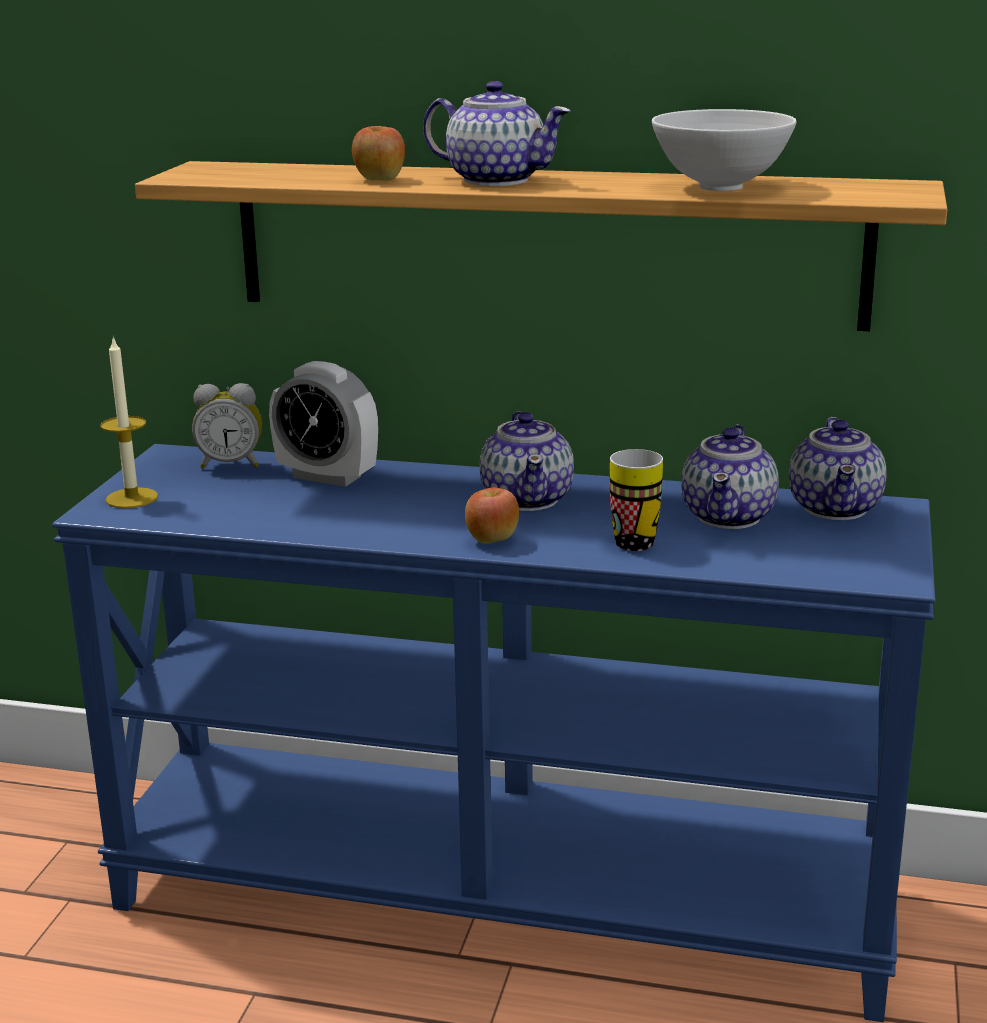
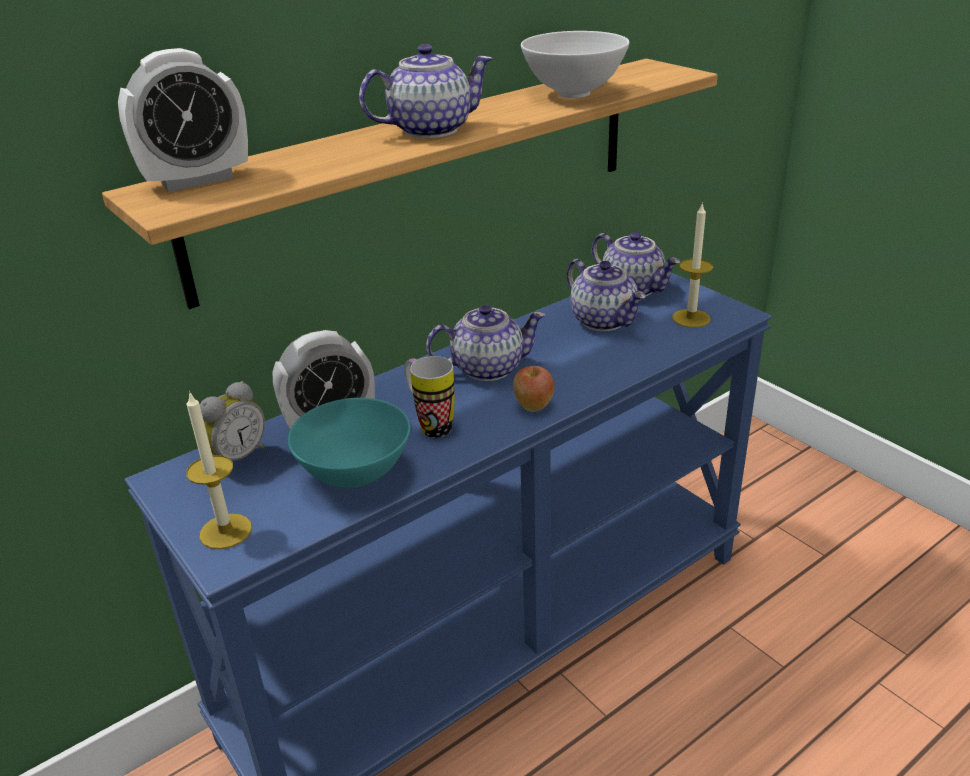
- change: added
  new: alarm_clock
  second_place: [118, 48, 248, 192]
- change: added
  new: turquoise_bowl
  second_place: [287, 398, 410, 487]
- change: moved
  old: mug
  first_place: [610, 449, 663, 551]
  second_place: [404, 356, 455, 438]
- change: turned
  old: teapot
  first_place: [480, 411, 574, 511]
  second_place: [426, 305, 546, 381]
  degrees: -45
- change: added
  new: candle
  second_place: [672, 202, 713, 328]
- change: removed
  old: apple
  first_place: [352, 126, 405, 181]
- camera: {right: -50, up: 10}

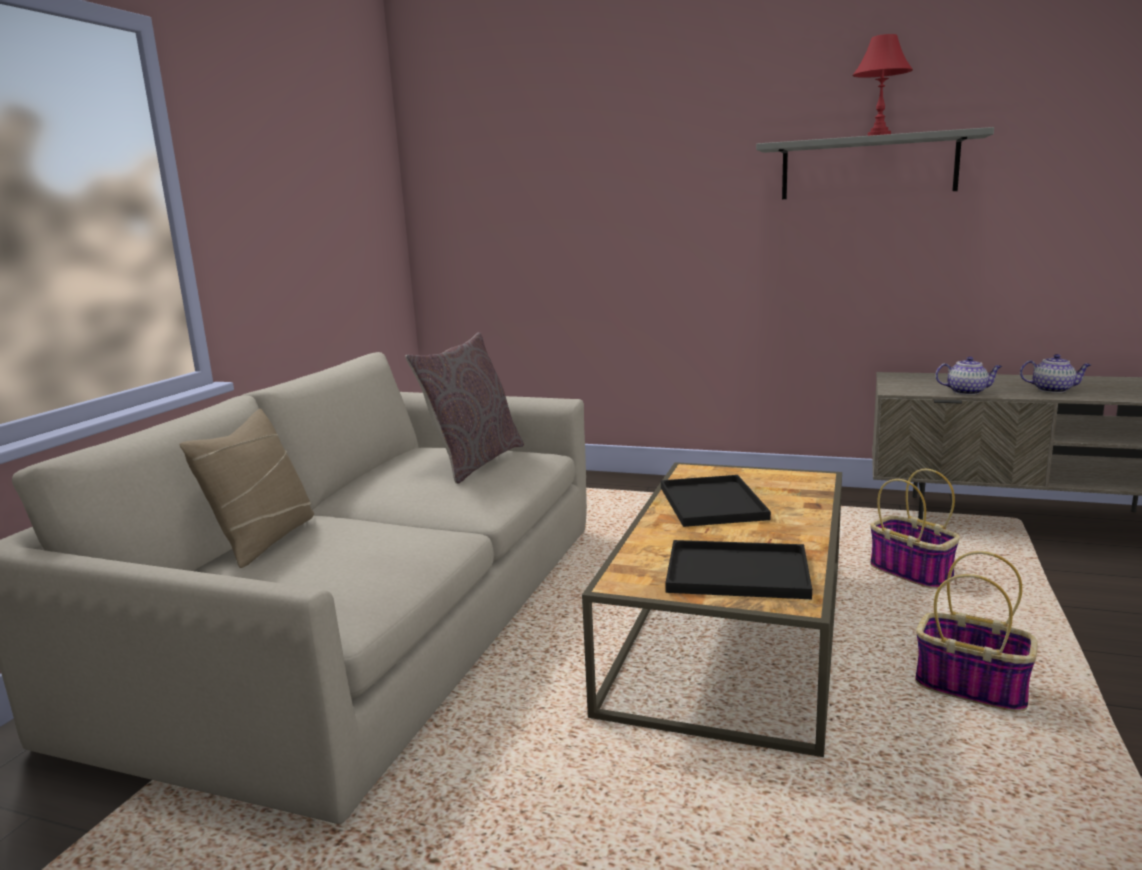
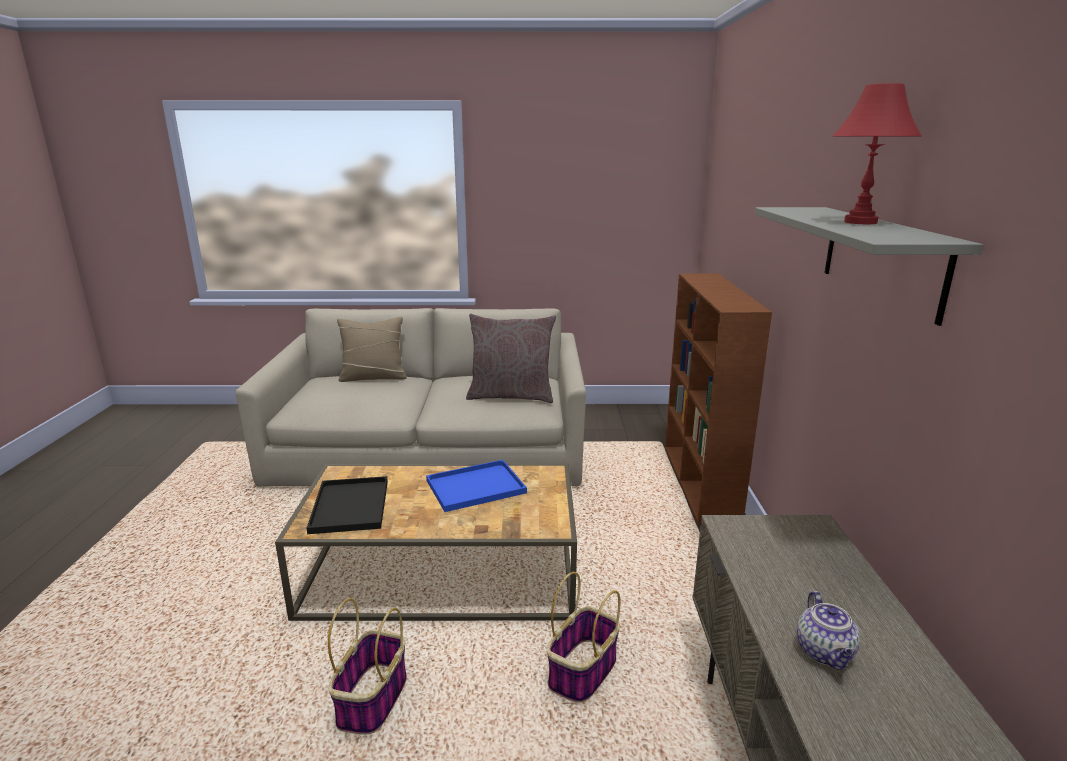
- change: recoloured
  old: black_tray
  new: blue_tray
  first_place: [661, 475, 771, 527]
  second_place: [426, 460, 527, 512]
- change: added
  new: brown_bookcase
  second_place: [665, 274, 772, 525]
- change: removed
  old: teapot
  first_place: [935, 356, 1002, 395]
- camera: {right: 70, up: 5}

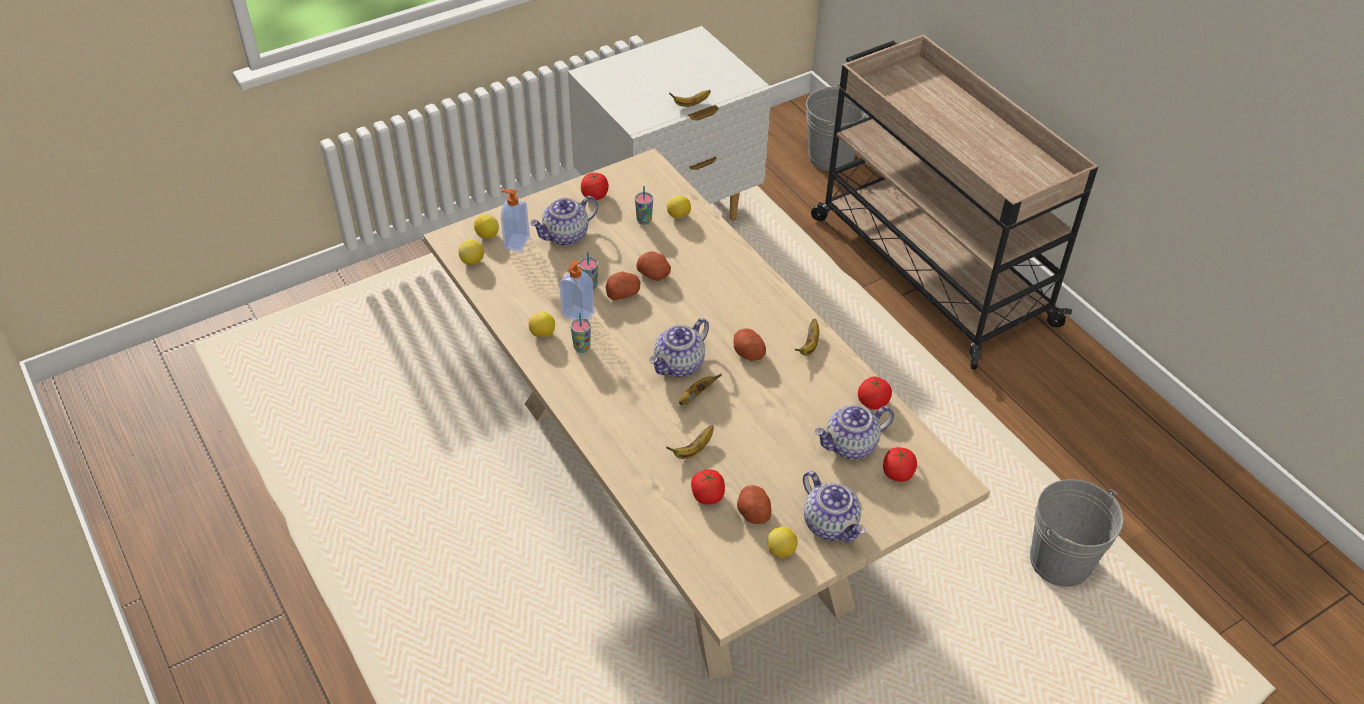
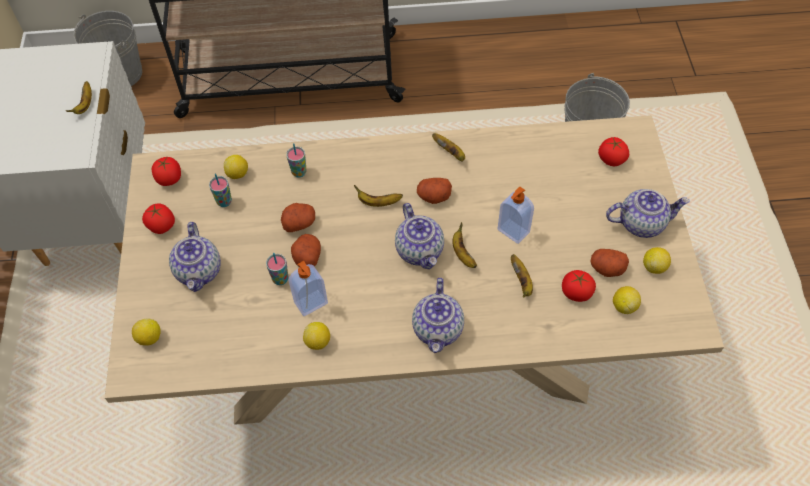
- change: moved
  old: tomato
  first_place: [858, 377, 892, 410]
  second_place: [152, 157, 181, 186]
- change: moved
  old: cup
  first_place: [570, 313, 591, 353]
  second_place: [286, 143, 307, 178]
- change: added
  new: banana
  second_place: [354, 185, 403, 207]
- change: moved
  old: teapot
  first_place: [814, 405, 894, 459]
  second_place: [412, 278, 464, 353]
- change: moved
  old: soap_dispenser
  first_place: [501, 189, 530, 252]
  second_place: [498, 186, 534, 244]
- change: moved
  old: lemon
  first_place: [458, 240, 484, 265]
  second_place: [613, 286, 641, 314]
- camera: {right: -60, up: 10}

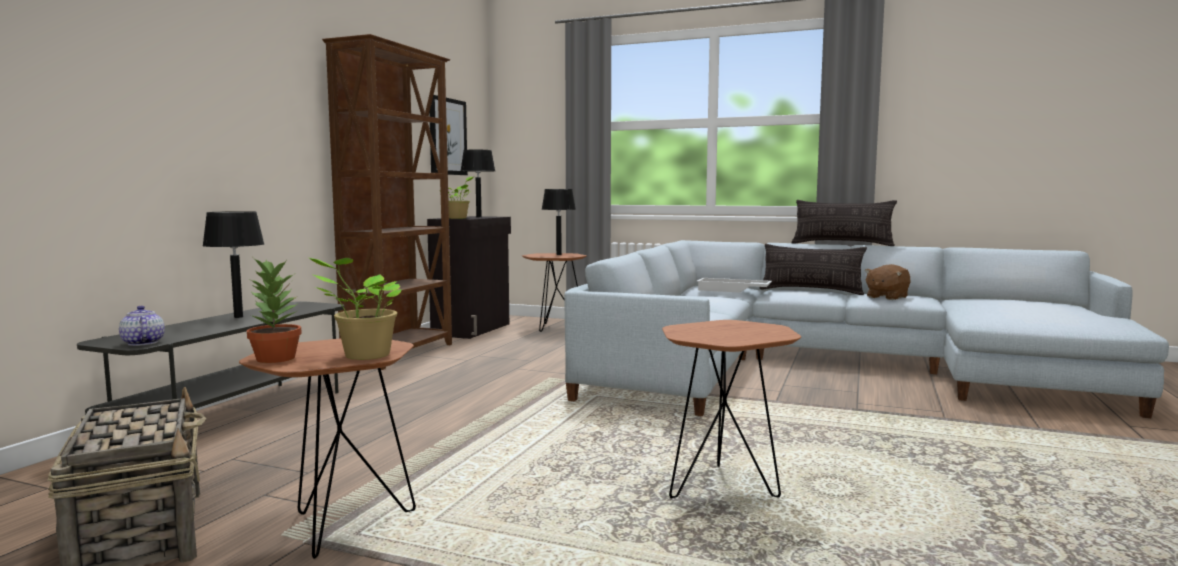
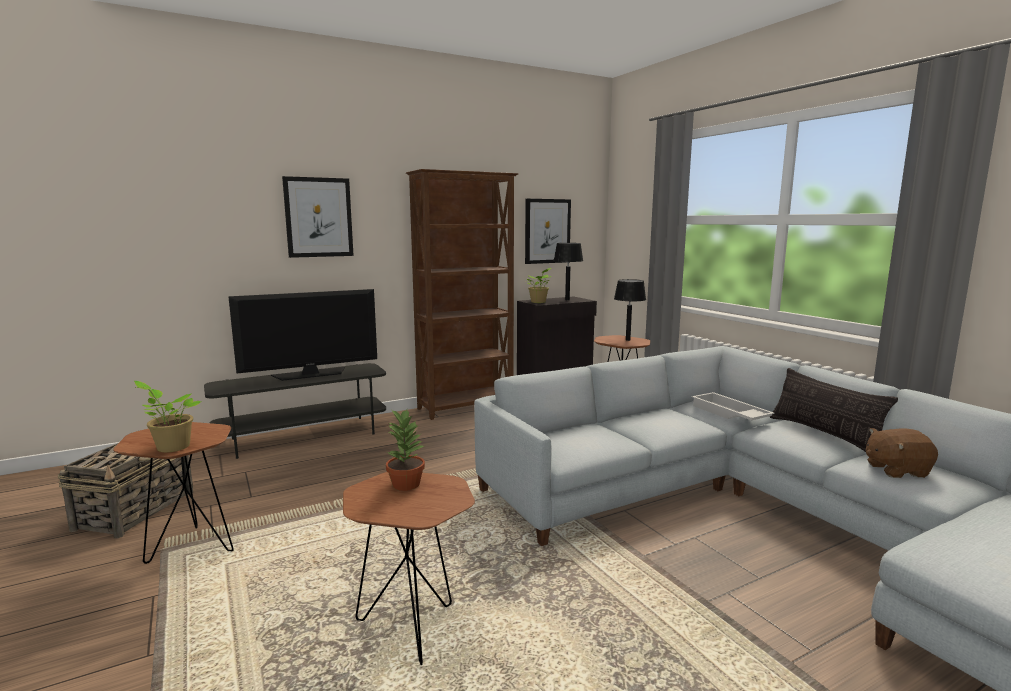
- change: replaced
  old: black_table_lamp
  new: television
  first_place: [202, 211, 264, 318]
  second_place: [228, 289, 377, 381]
- change: added
  new: picture
  second_place: [282, 176, 354, 258]
- change: moved
  old: potted_plant
  first_place: [247, 259, 302, 363]
  second_place: [386, 409, 426, 491]
- change: removed
  old: teapot
  first_place: [119, 306, 165, 346]
- change: removed
  old: pillow
  first_place: [792, 200, 897, 246]
- camera: {right: 40, up: 5}

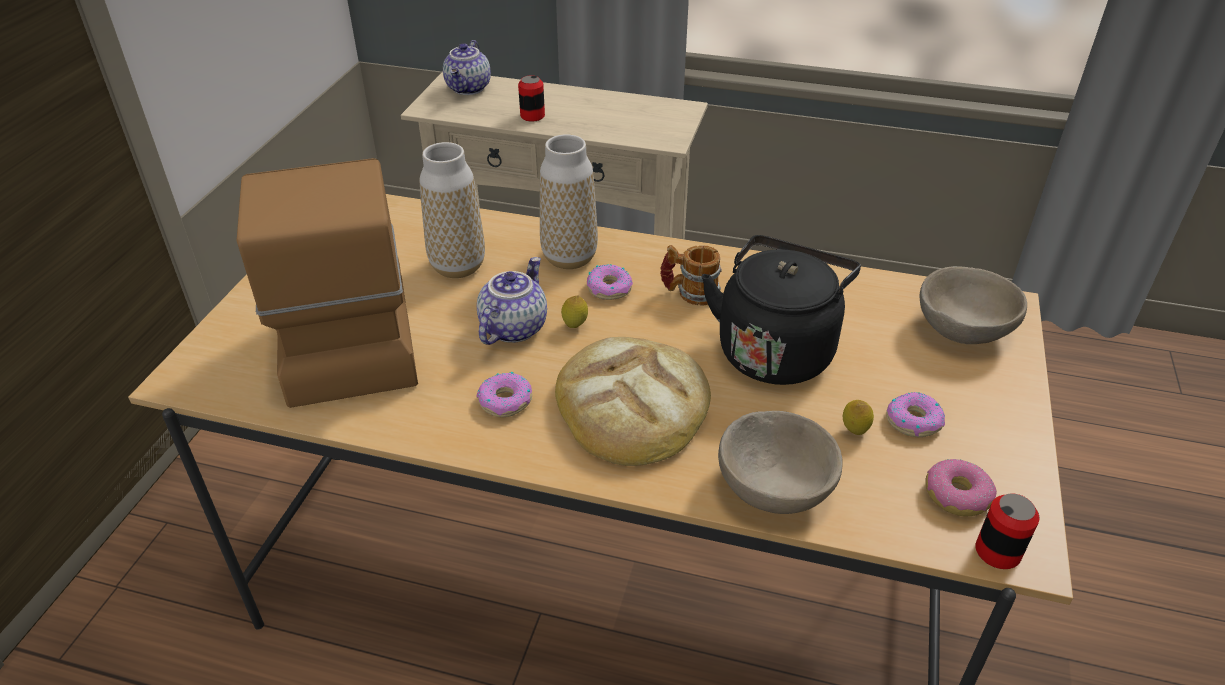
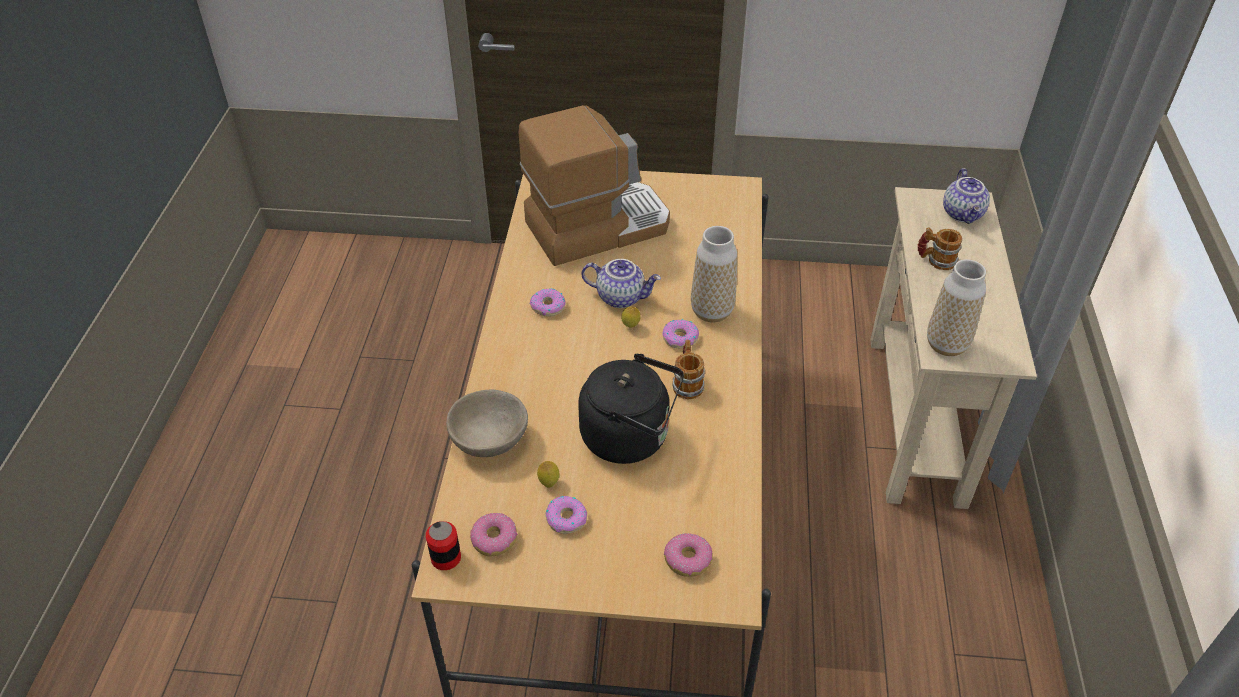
- change: replaced
  old: beige_bowl
  new: donut
  first_place: [920, 266, 1027, 345]
  second_place: [664, 533, 713, 577]
- change: replaced
  old: can
  new: mug
  first_place: [518, 75, 545, 122]
  second_place: [918, 227, 962, 270]
- change: moved
  old: vase
  first_place: [420, 142, 485, 278]
  second_place: [927, 259, 986, 356]
- change: turned
  old: teapot
  first_place: [443, 40, 491, 95]
  second_place: [943, 168, 990, 224]
  degrees: -90
- change: removed
  old: bread
  first_place: [555, 337, 711, 466]
- camera: {right: 80, up: 5}

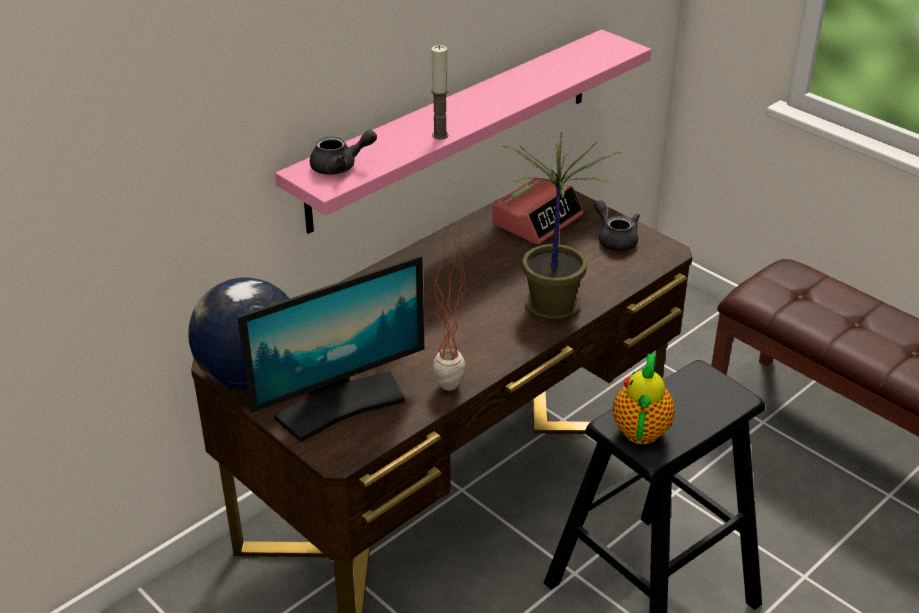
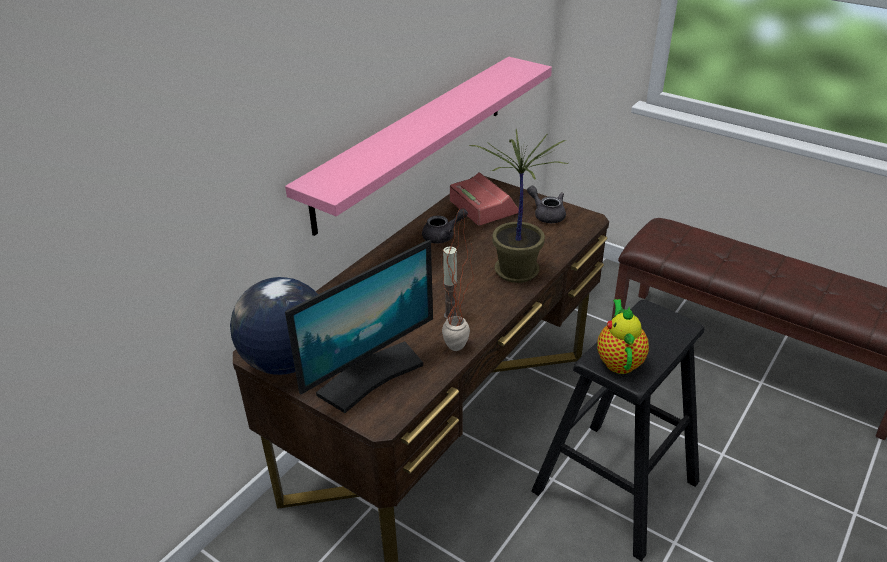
- change: moved
  old: grey_teapot
  first_place: [310, 129, 377, 175]
  second_place: [422, 208, 468, 244]
- change: moved
  old: candle
  first_place: [431, 45, 448, 140]
  second_place: [443, 246, 458, 319]
- change: turned
  old: alarm_clock
  first_place: [493, 177, 584, 244]
  second_place: [450, 172, 519, 226]
  degrees: -60
- camera: {right: -10, up: 0}

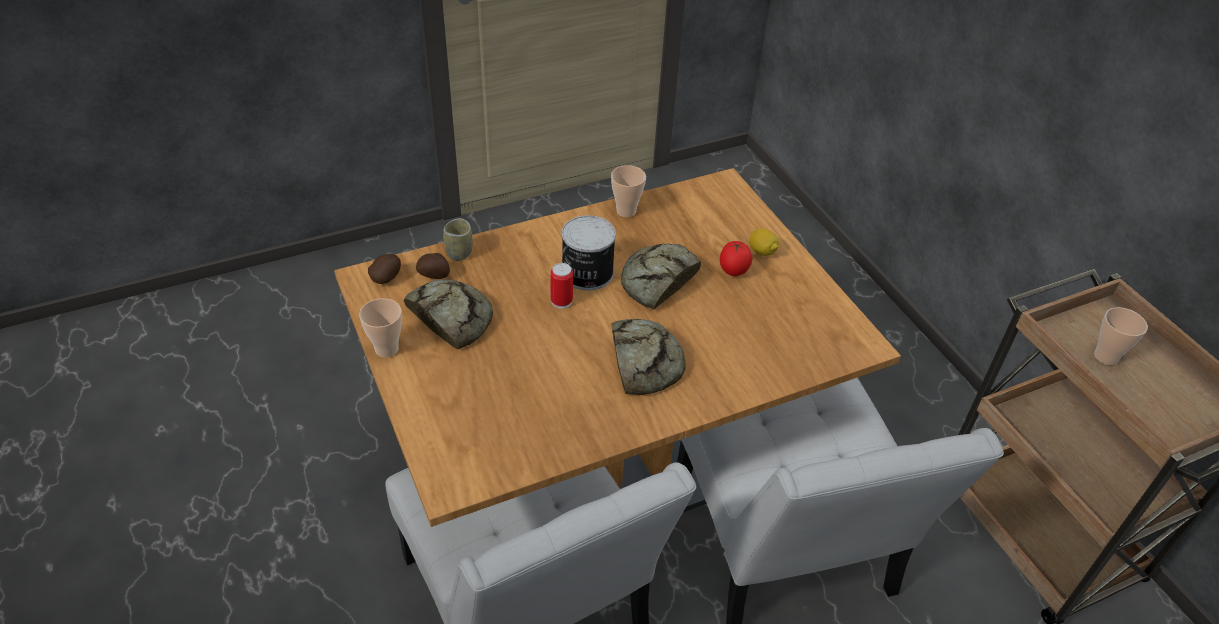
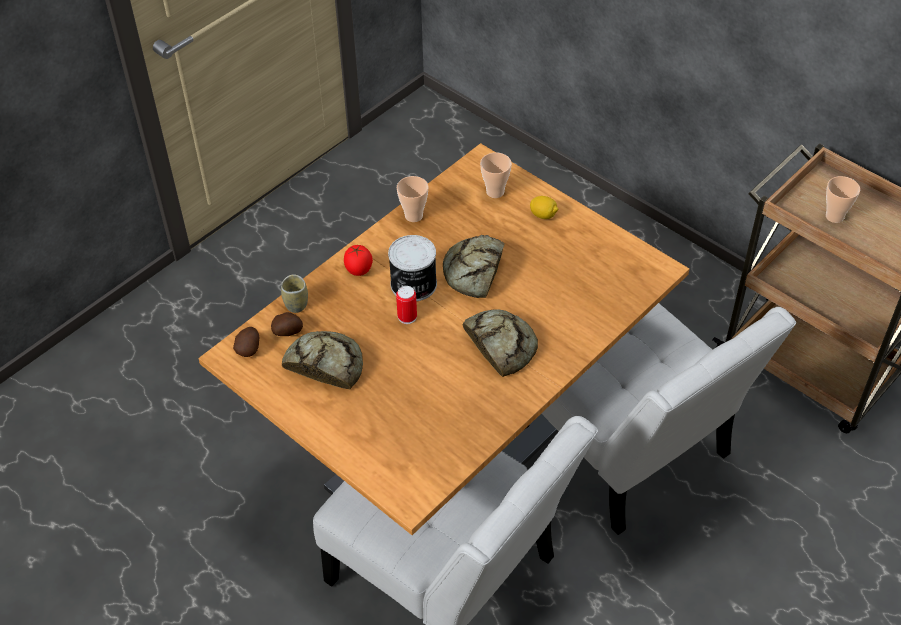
- change: moved
  old: tomato
  first_place: [720, 241, 752, 276]
  second_place: [344, 245, 373, 276]
- change: moved
  old: cup
  first_place: [359, 298, 402, 358]
  second_place: [480, 153, 512, 198]
- camera: {right: -20, up: 5}

